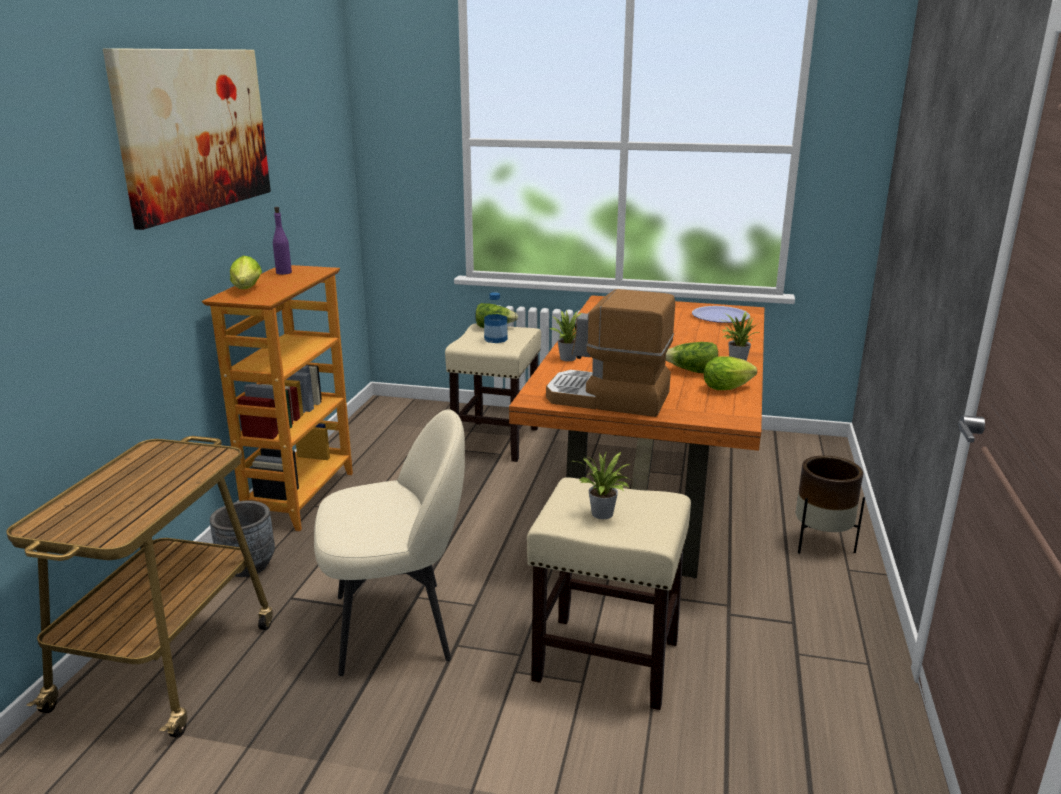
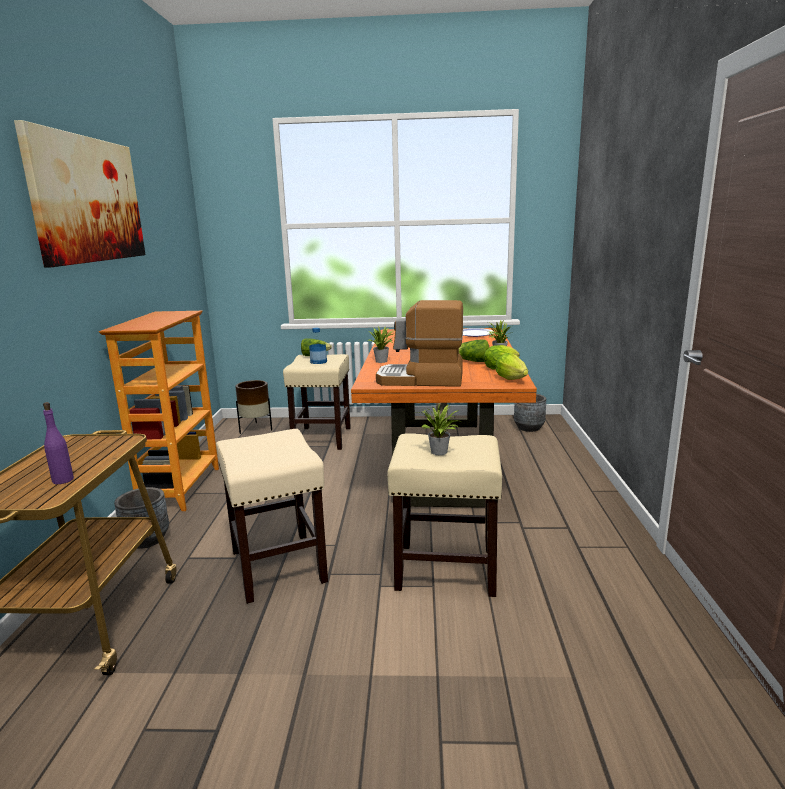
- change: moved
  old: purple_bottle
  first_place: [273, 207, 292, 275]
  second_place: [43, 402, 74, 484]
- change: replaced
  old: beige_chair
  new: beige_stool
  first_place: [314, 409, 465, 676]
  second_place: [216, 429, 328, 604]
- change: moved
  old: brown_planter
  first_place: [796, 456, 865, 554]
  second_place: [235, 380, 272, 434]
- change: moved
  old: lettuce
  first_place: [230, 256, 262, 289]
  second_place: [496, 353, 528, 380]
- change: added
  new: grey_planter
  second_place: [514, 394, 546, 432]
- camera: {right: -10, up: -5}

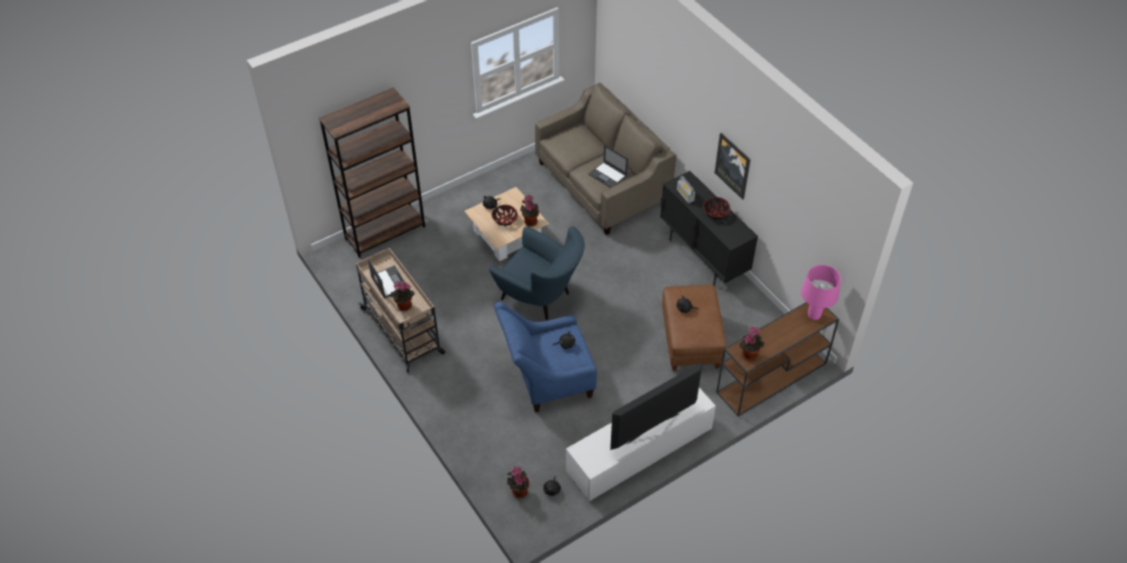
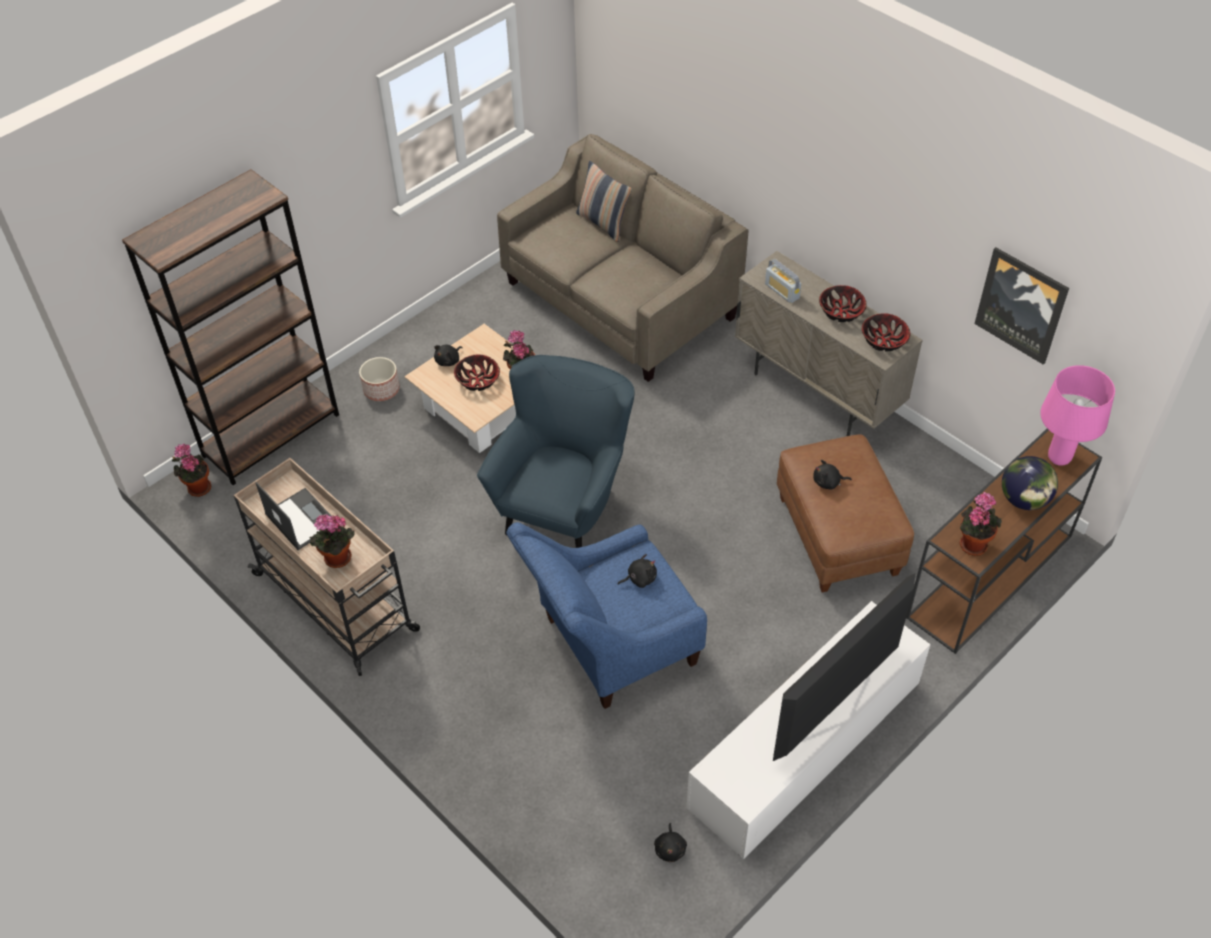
- change: moved
  old: potted_plant
  first_place: [507, 466, 529, 498]
  second_place: [172, 444, 211, 497]
- change: added
  new: planter
  second_place: [359, 357, 400, 401]
- change: turned
  old: blue_armchair
  first_place: [489, 226, 585, 320]
  second_place: [477, 355, 635, 548]
  degrees: -90
- change: added
  new: pillow
  second_place: [576, 161, 632, 242]
- change: recoloured
  old: black_cabinet
  new: beige_cabinet
  first_place: [660, 171, 758, 286]
  second_place: [735, 251, 923, 436]
- change: added
  new: bowl
  second_place: [862, 313, 910, 352]
- change: moved
  old: picture
  first_place: [715, 133, 751, 200]
  second_place: [974, 247, 1069, 365]
- change: added
  new: globe
  second_place: [1002, 456, 1058, 510]
- change: removed
  old: laptop
  first_place: [589, 145, 628, 188]
- camera: {right: -10, up: 0}

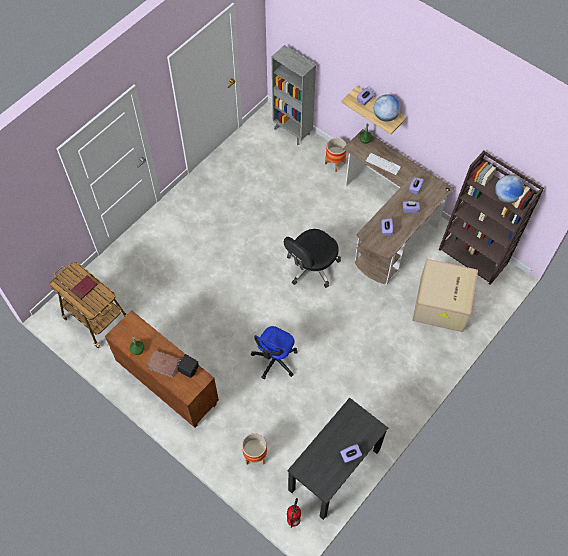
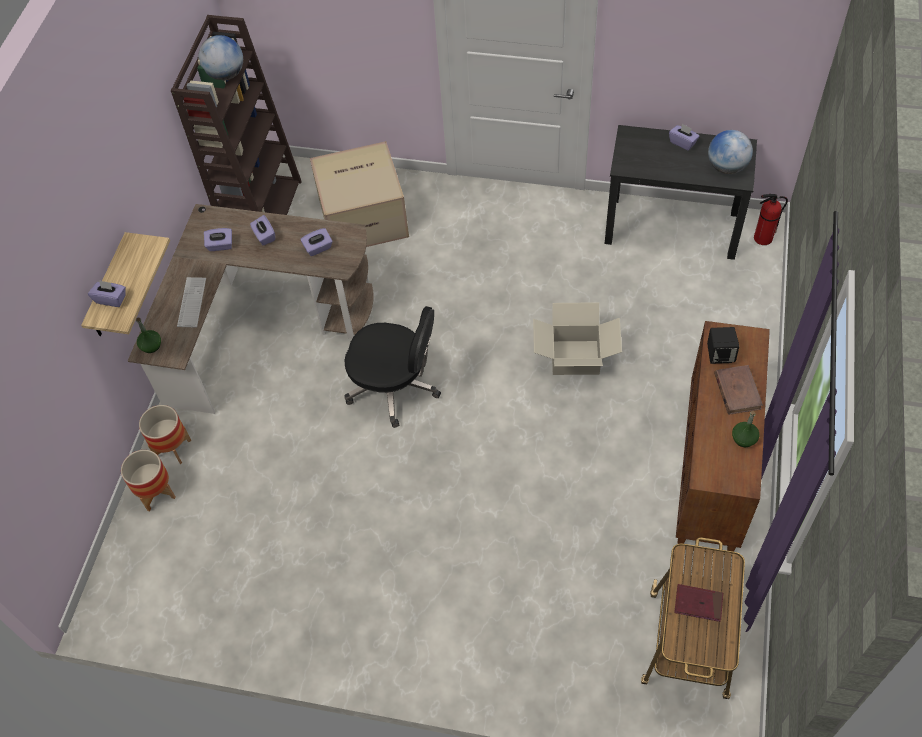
- change: moved
  old: planter
  first_place: [242, 433, 267, 465]
  second_place: [121, 450, 175, 511]
- change: replaced
  old: office_chair
  new: cardboard_box
  first_place: [251, 326, 298, 379]
  second_place: [533, 302, 622, 375]
- change: moved
  old: globe
  first_place: [374, 94, 400, 122]
  second_place: [708, 130, 753, 174]
- change: removed
  old: grey_bookcase
  first_place: [271, 45, 316, 145]
- camera: {right: -115, up: -5}

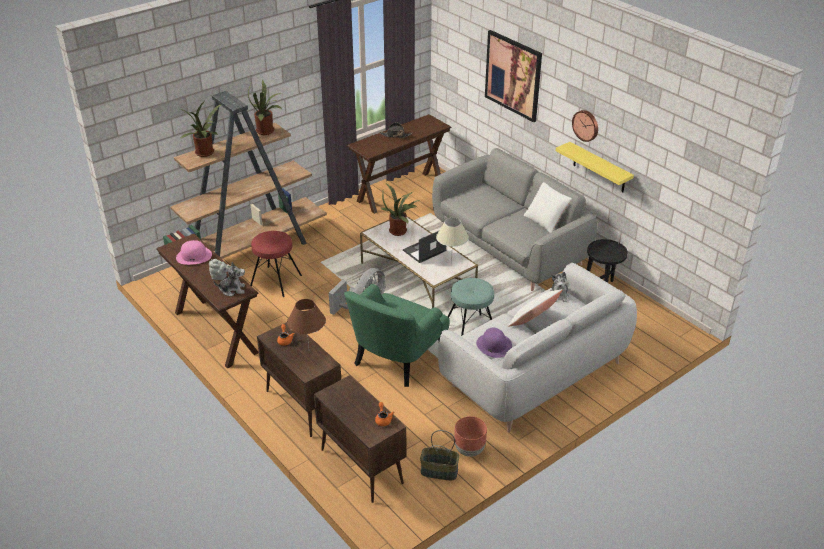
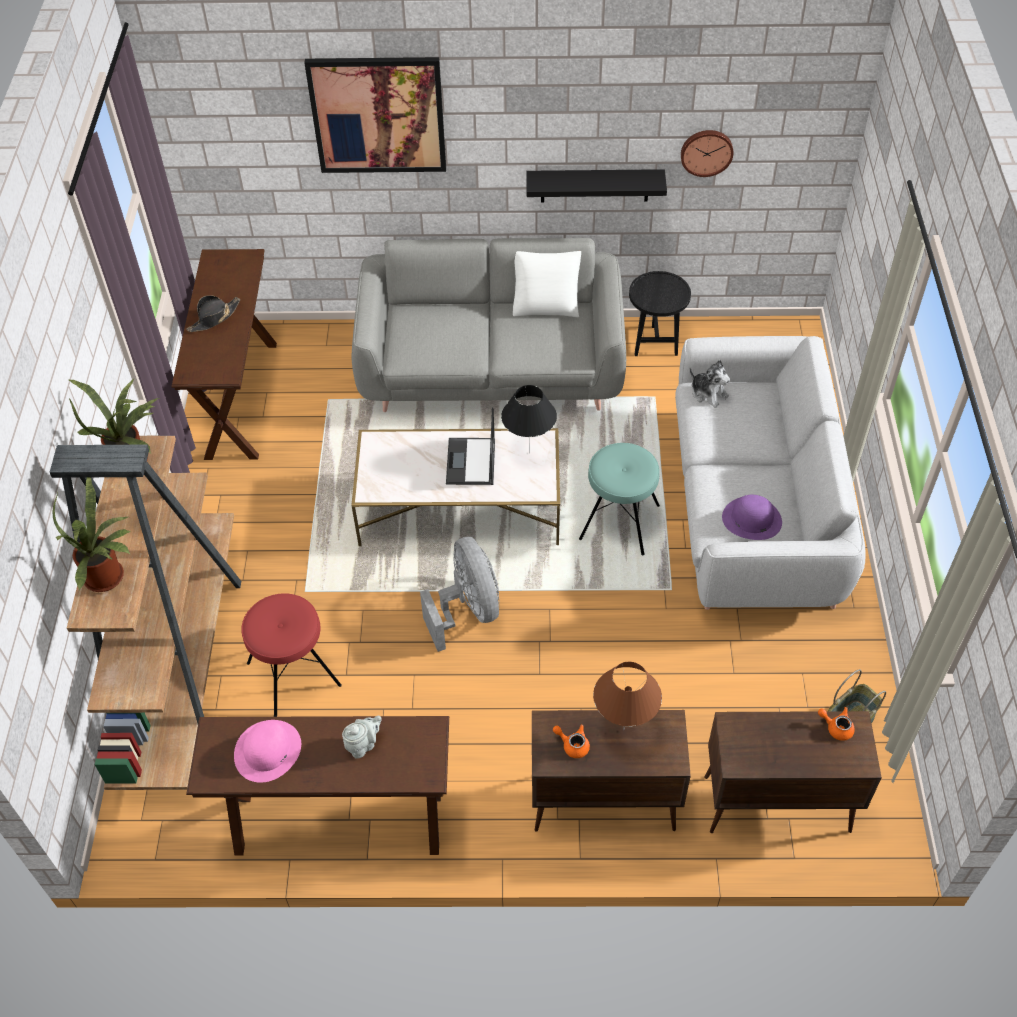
- change: recoloured
  old: beige_table_lamp
  new: black_table_lamp
  first_place: [436, 218, 469, 264]
  second_place: [501, 385, 557, 453]
- change: recoloured
  old: yellow_shelf
  new: black_shelf
  first_place: [556, 142, 634, 192]
  second_place: [526, 169, 667, 203]
- change: moved
  old: wall_clock
  first_place: [572, 110, 598, 142]
  second_place: [681, 130, 733, 177]
- change: removed
  old: plush_toy
  first_place: [213, 262, 245, 296]
- change: removed
  old: green_armchair
  first_place: [344, 284, 449, 387]
- change: removed
  old: potted_plant
  first_place: [381, 184, 420, 236]
- change: removed
  old: brown_planter
  first_place: [454, 416, 487, 457]
- change: removed
  old: white_pillow
  first_place: [508, 289, 563, 327]
- camera: {right: -50, up: 15}

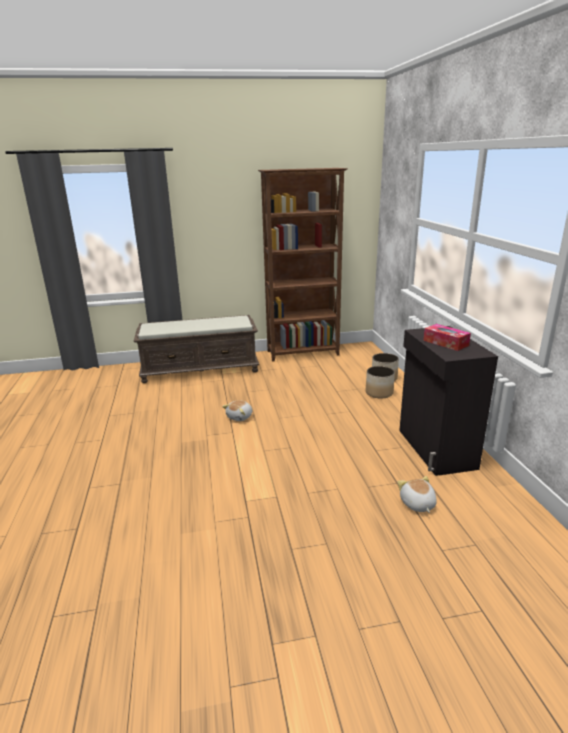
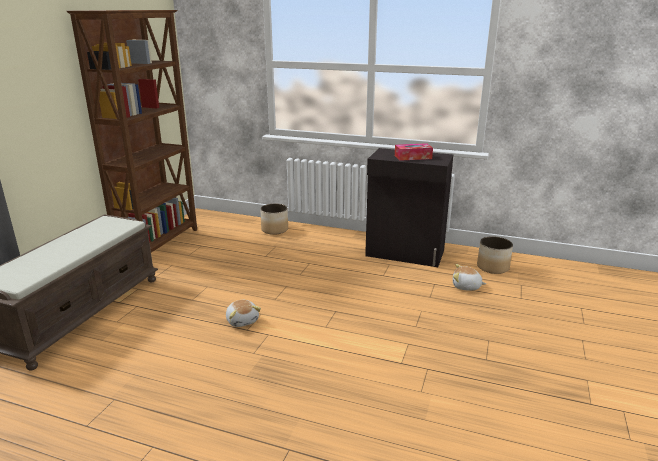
- change: moved
  old: planter
  first_place: [366, 366, 395, 399]
  second_place: [477, 236, 513, 274]
- camera: {right: -60, up: 0}

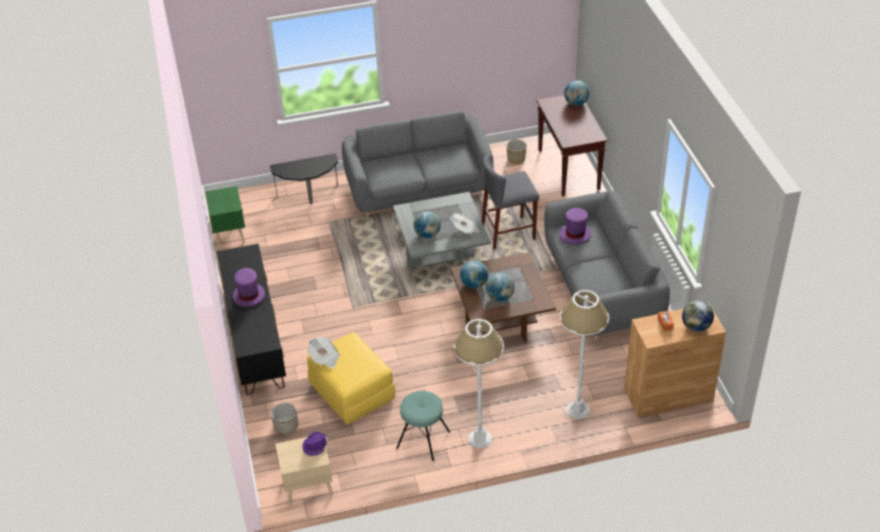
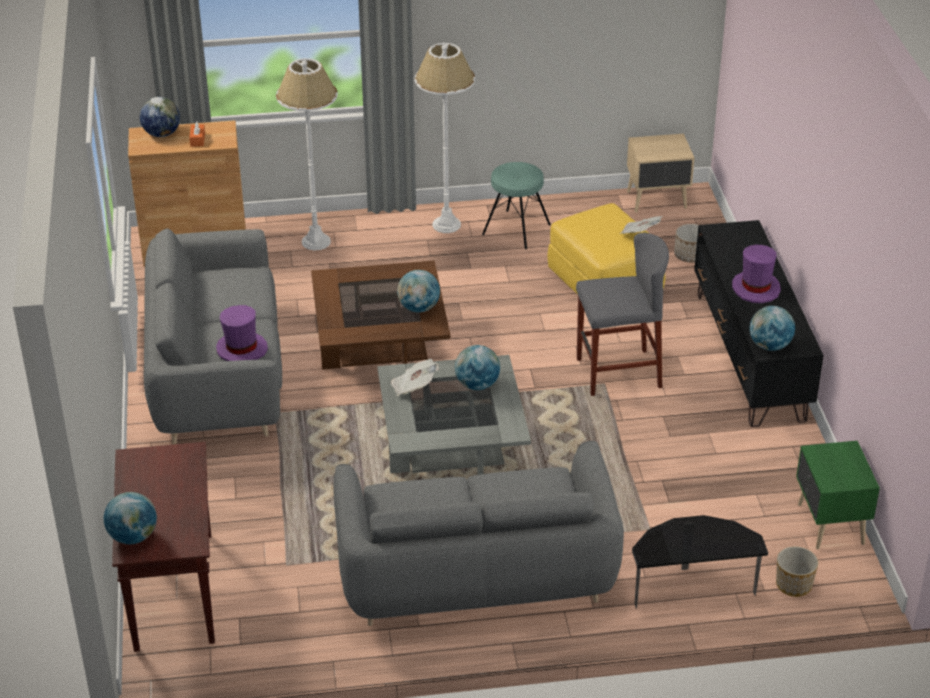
- change: moved
  old: grey_stool
  first_place: [482, 154, 539, 249]
  second_place: [576, 233, 669, 396]
- change: moved
  old: globe
  first_place: [486, 273, 515, 302]
  second_place: [750, 306, 795, 351]
- change: moved
  old: planter
  first_place: [506, 139, 527, 164]
  second_place: [776, 546, 818, 597]
- change: removed
  old: purple_hat
  first_place: [302, 431, 328, 456]
- camera: {right: -175, up: -5}

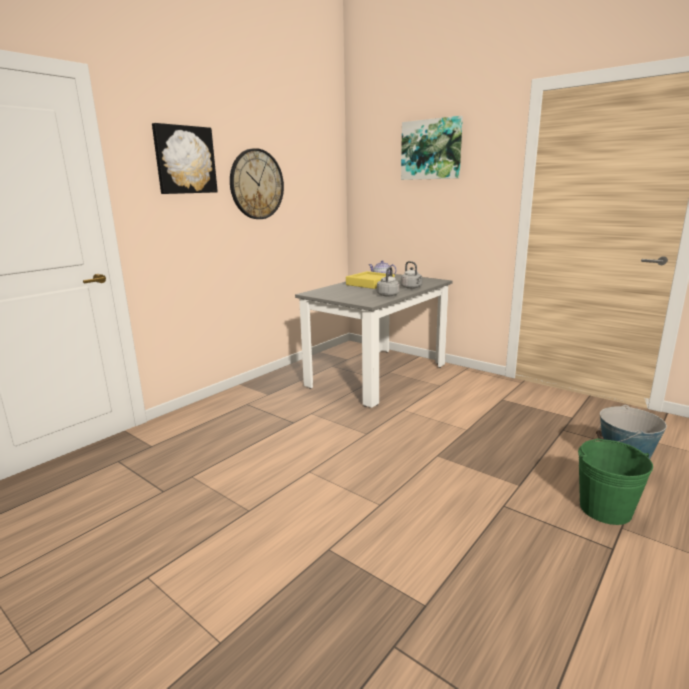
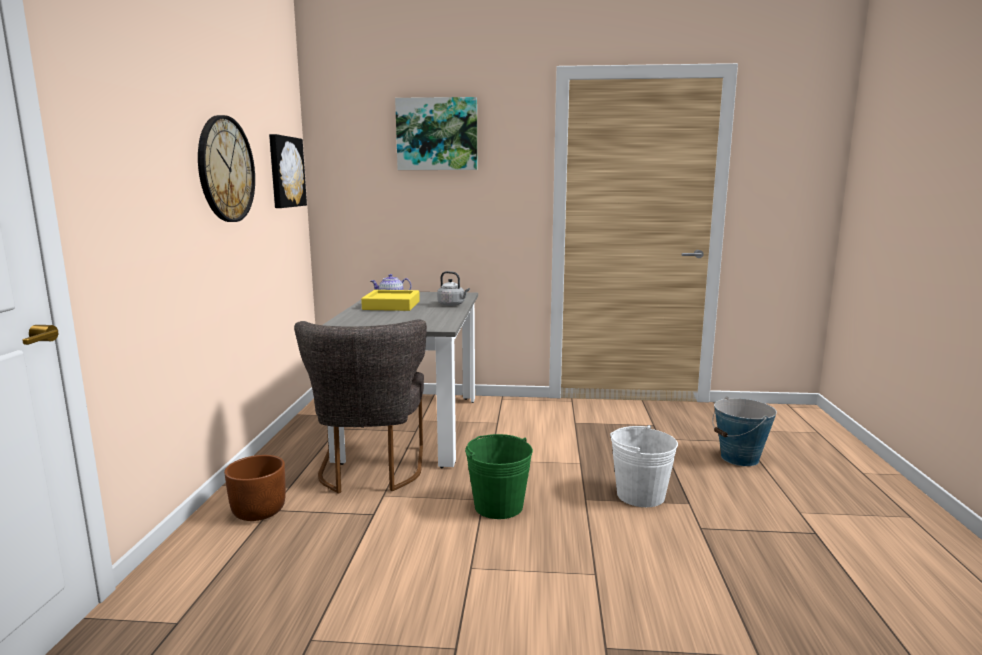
- change: added
  new: brown_planter
  second_place: [224, 455, 286, 521]
- change: moved
  old: picture
  first_place: [152, 123, 218, 194]
  second_place: [269, 134, 307, 208]
- change: added
  new: grey_chair
  second_place: [294, 319, 427, 494]
- change: moved
  old: green_bucket
  first_place: [578, 439, 653, 525]
  second_place: [465, 434, 533, 519]
- change: added
  new: white_bucket
  second_place: [610, 425, 678, 507]
- change: removed
  old: grey_kettle
  first_place: [377, 267, 400, 297]
- camera: {right: -35, up: -5}

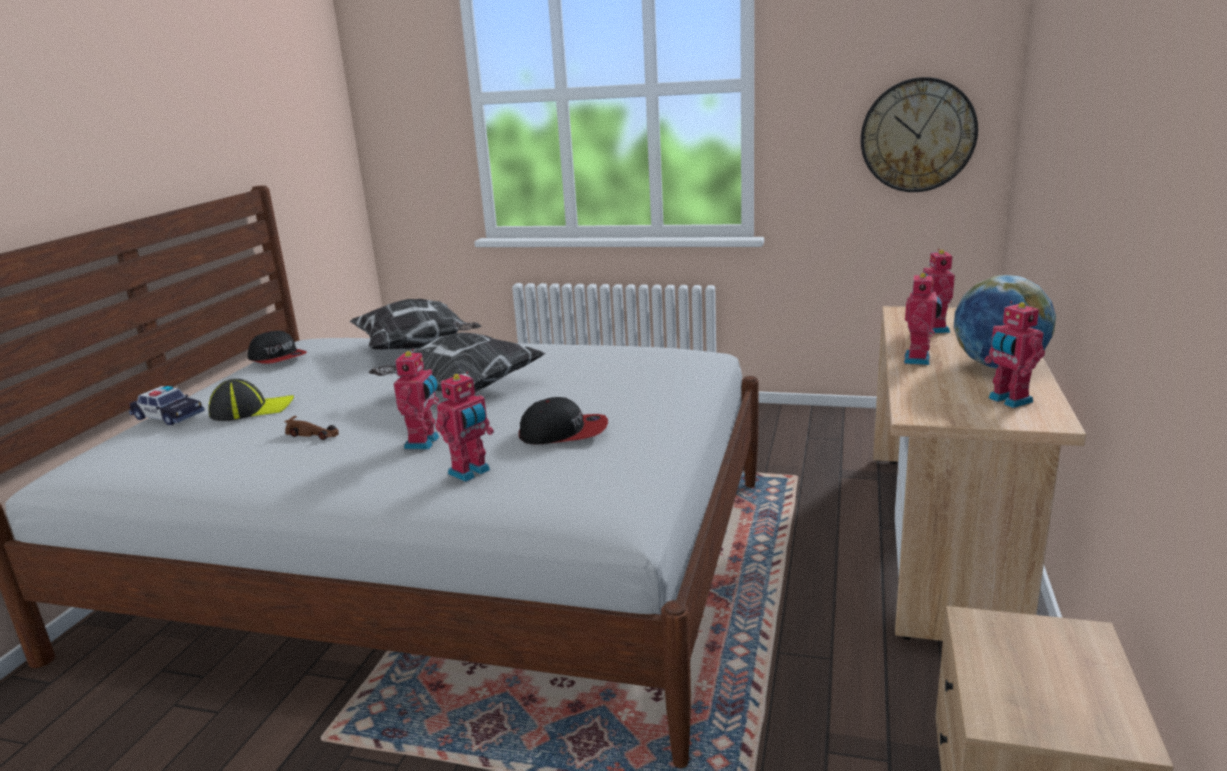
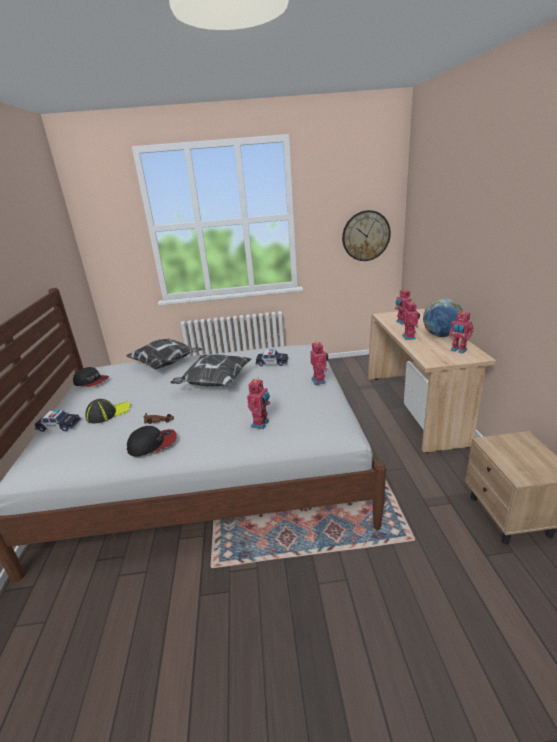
- change: moved
  old: cap
  first_place: [519, 397, 608, 445]
  second_place: [127, 426, 177, 457]
- change: added
  new: toy_car
  second_place: [256, 349, 288, 366]
- change: moved
  old: toy_robot
  first_place: [394, 349, 439, 450]
  second_place: [311, 342, 328, 385]
- camera: {right: -20, up: 5}

